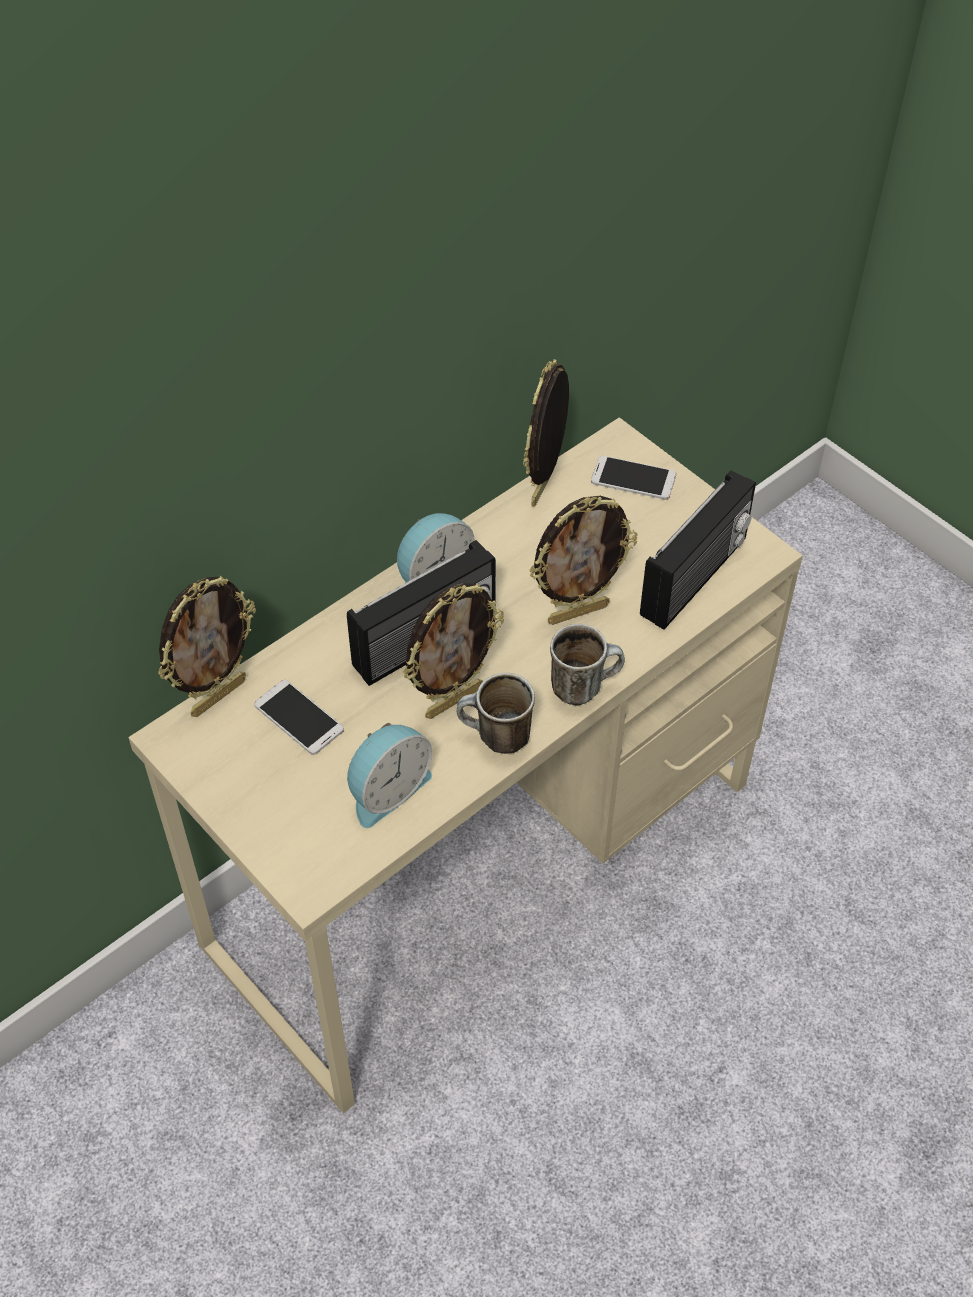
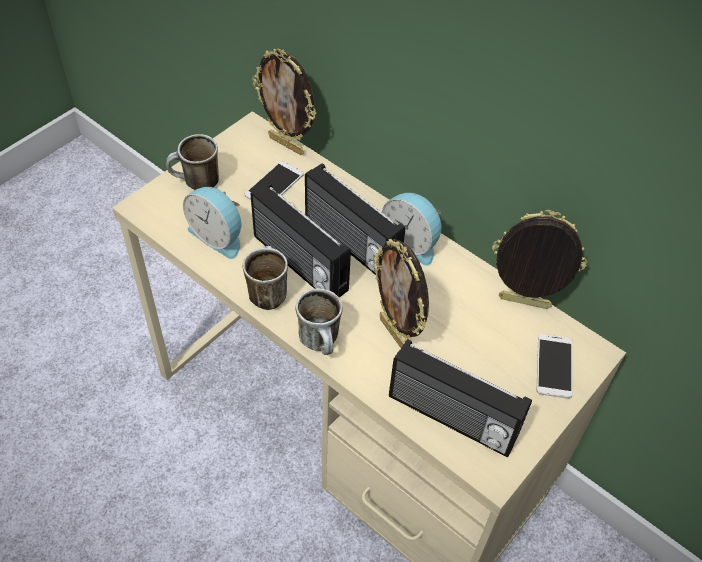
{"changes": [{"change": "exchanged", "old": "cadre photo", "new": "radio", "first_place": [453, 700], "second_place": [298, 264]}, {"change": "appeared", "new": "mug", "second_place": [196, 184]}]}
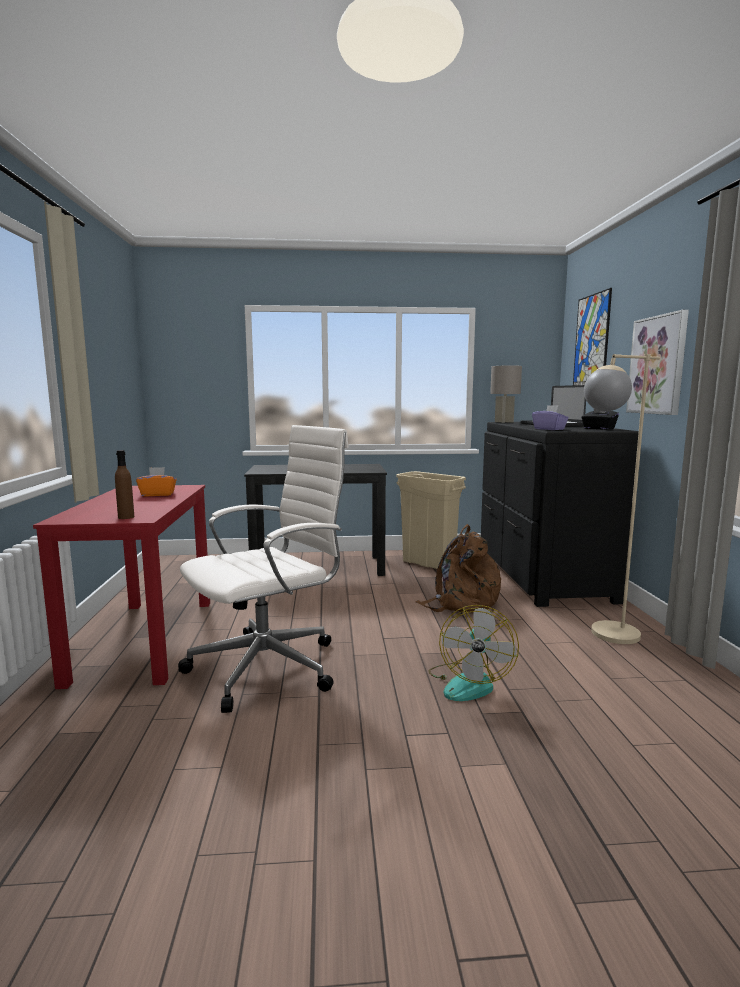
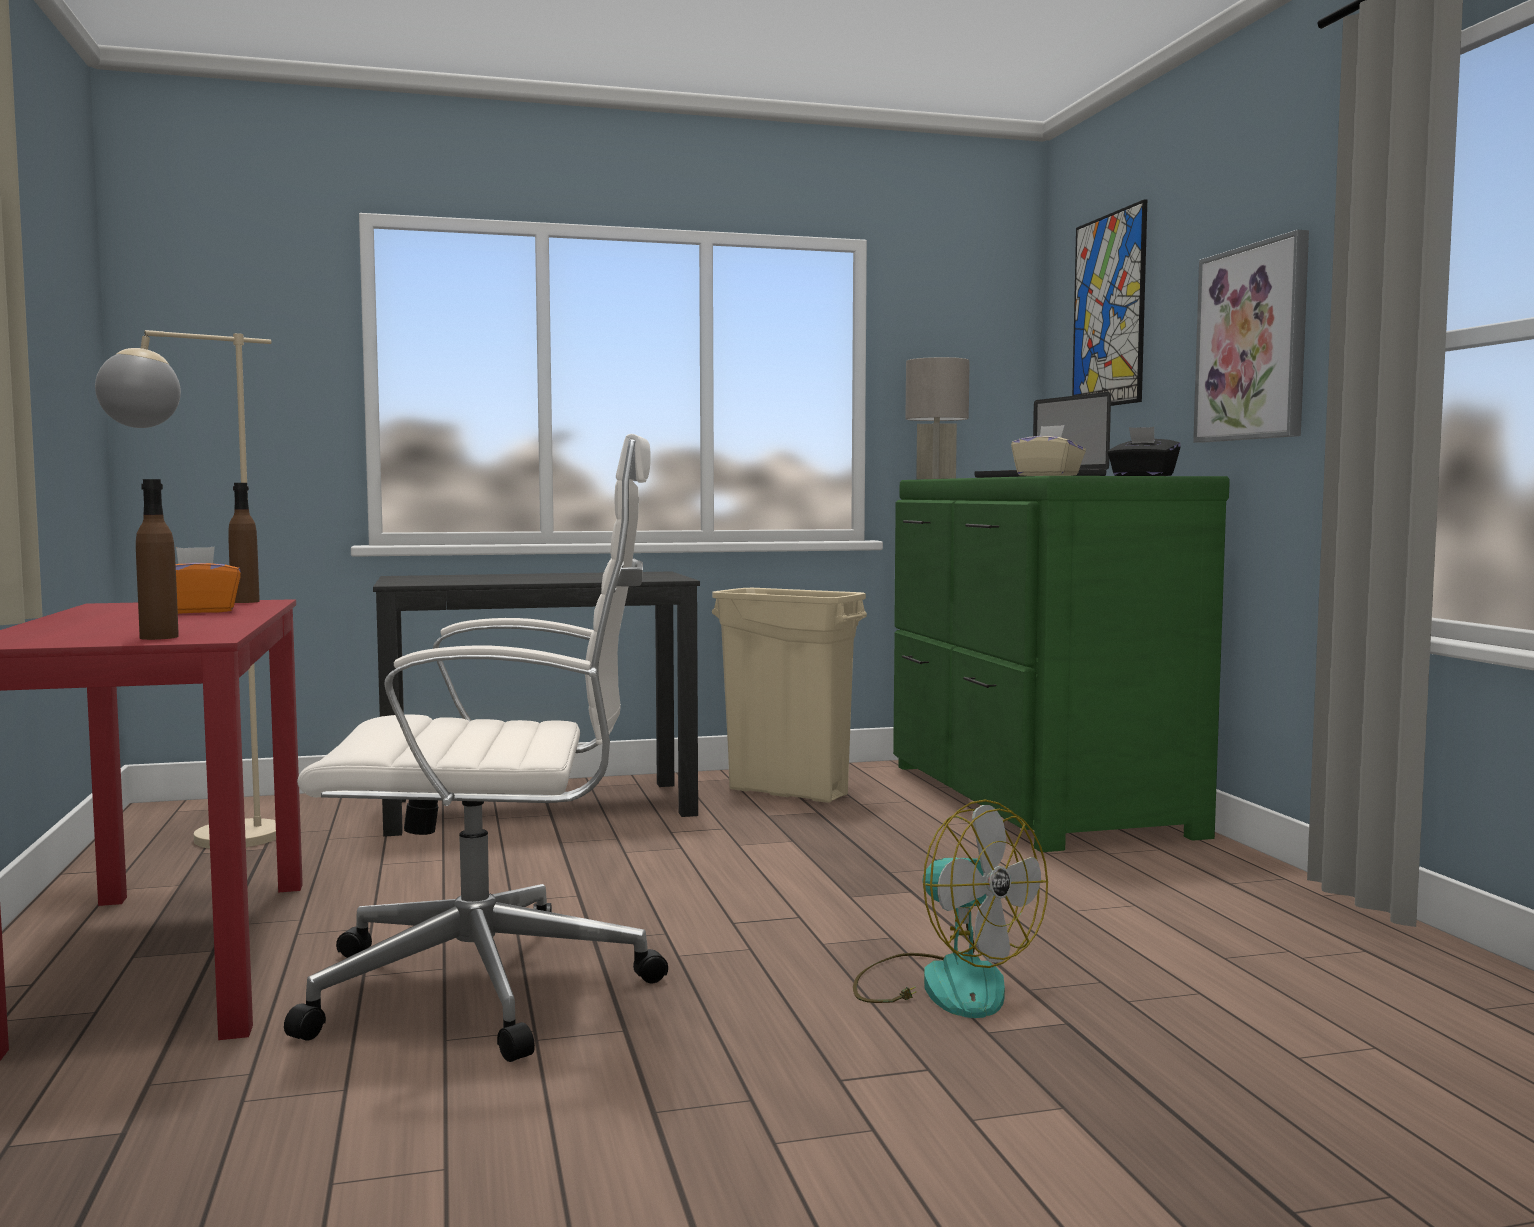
{"changes": [{"change": "spun", "old": "chaise de bureau/blanc", "first_place": [270, 666], "second_place": [492, 987], "degrees": 45}, {"change": "missing", "old": "sac à dos/marron", "first_place": [461, 602]}, {"change": "spun", "old": "ventilateur", "first_place": [469, 682], "second_place": [944, 984], "degrees": -45}, {"change": "colour", "old": "commode/noir", "new": "commode/vert", "first_place": [540, 575], "second_place": [1032, 799]}, {"change": "colour", "old": "boîte à mouchoirs/violet", "new": "boîte à mouchoirs/beige", "first_place": [549, 429], "second_place": [1048, 475]}, {"change": "relocated", "old": "lampadaire/beige", "first_place": [604, 637], "second_place": [206, 842]}, {"change": "appeared", "new": "bouteille/marron", "second_place": [245, 601]}]}
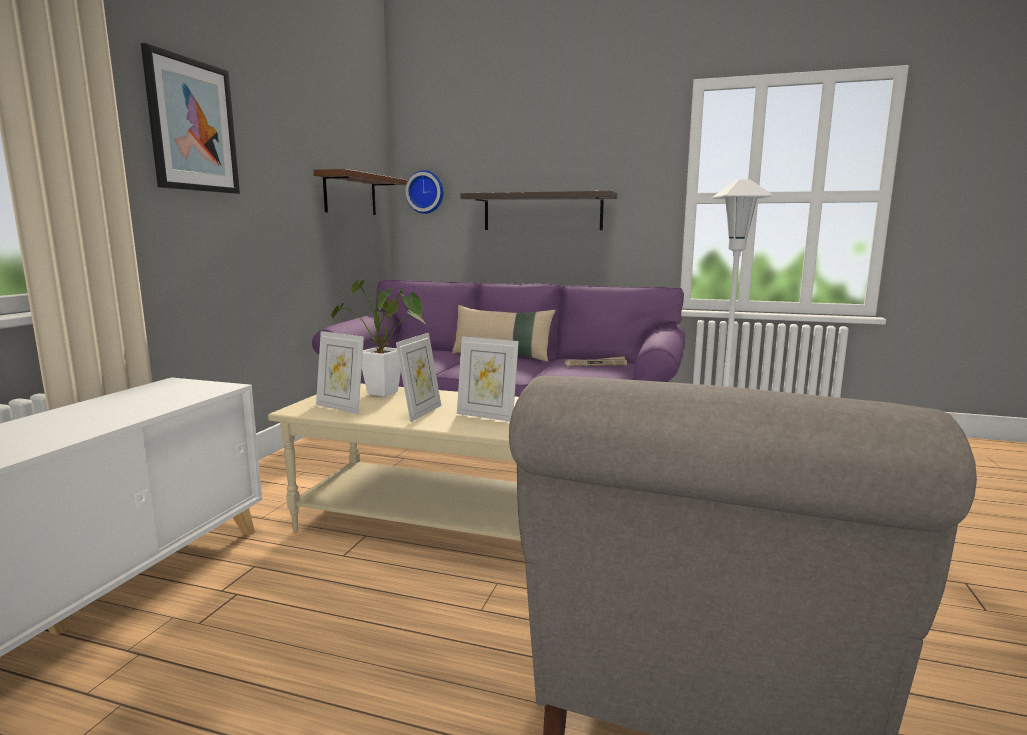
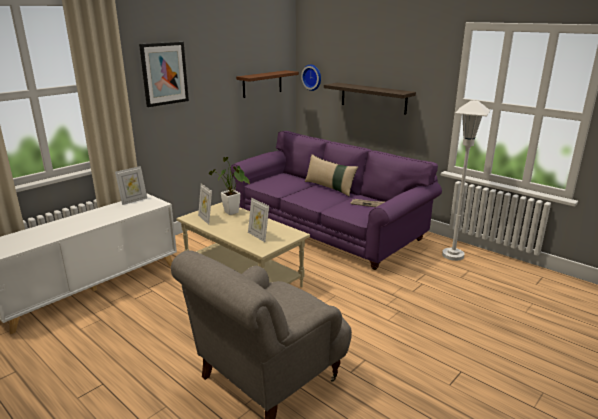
{"changes": [{"change": "relocated", "old": "cadre photo", "first_place": [421, 412], "second_place": [133, 200]}]}
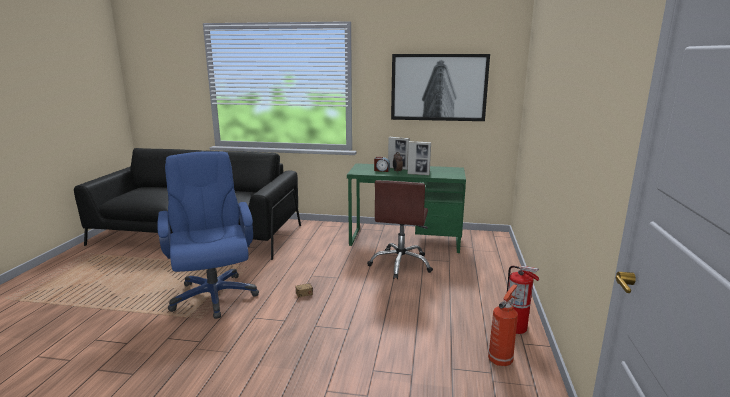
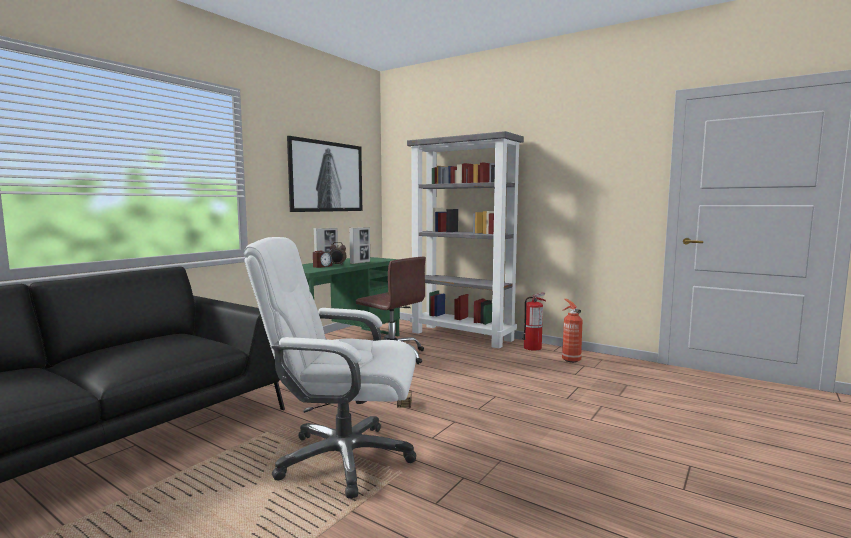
{"changes": [{"change": "colour", "old": "chaise de bureau/bleu", "new": "chaise de bureau/blanc", "first_place": [214, 295], "second_place": [342, 459]}, {"change": "appeared", "new": "bibliothèque/gris", "second_place": [462, 336]}]}
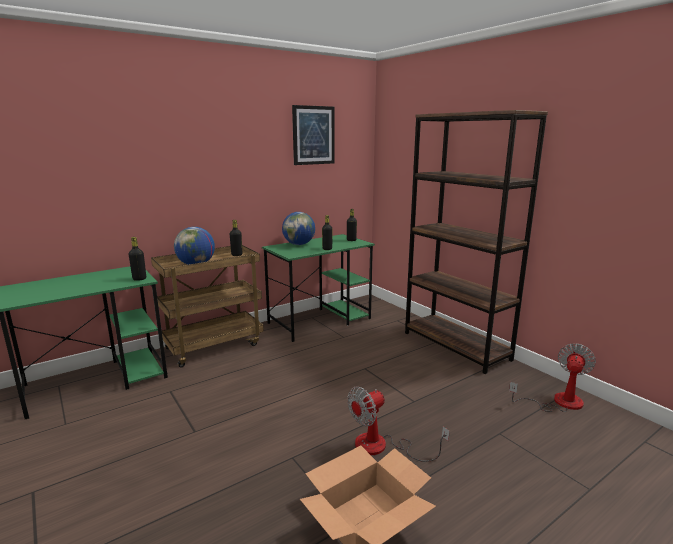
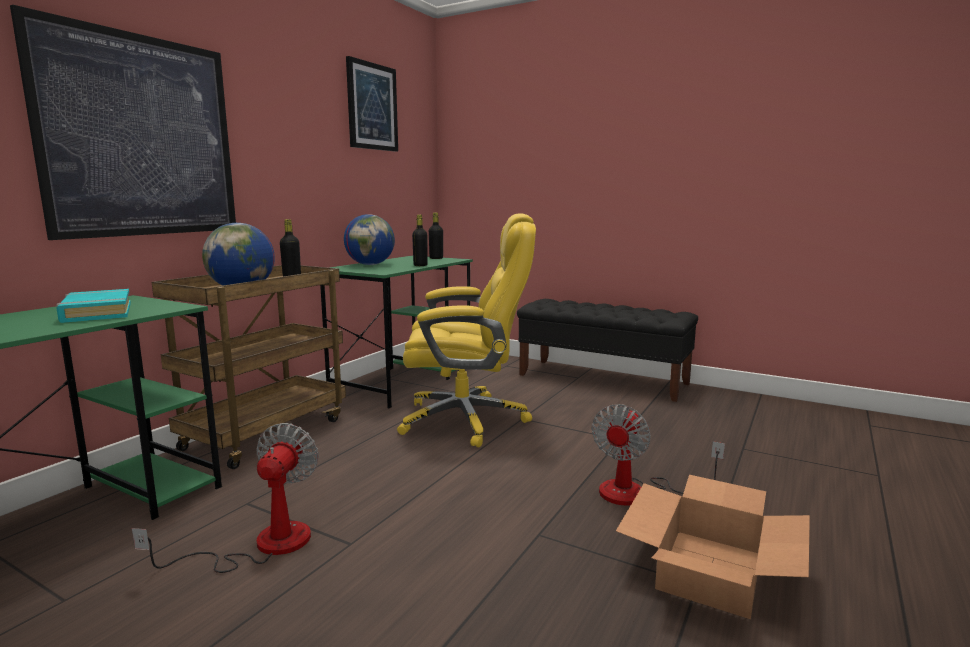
{"changes": [{"change": "missing", "old": "bouteille/noir", "first_place": [139, 279]}, {"change": "exchanged", "old": "bibliothèque/marron", "new": "banc/noir", "first_place": [456, 346], "second_place": [603, 379]}, {"change": "relocated", "old": "ventilateur", "first_place": [558, 402], "second_place": [262, 545]}, {"change": "appeared", "new": "tableau", "second_place": [141, 137]}, {"change": "appeared", "new": "livre/turquoise", "second_place": [97, 312]}, {"change": "appeared", "new": "chaise de bureau/jaune", "second_place": [467, 420]}]}
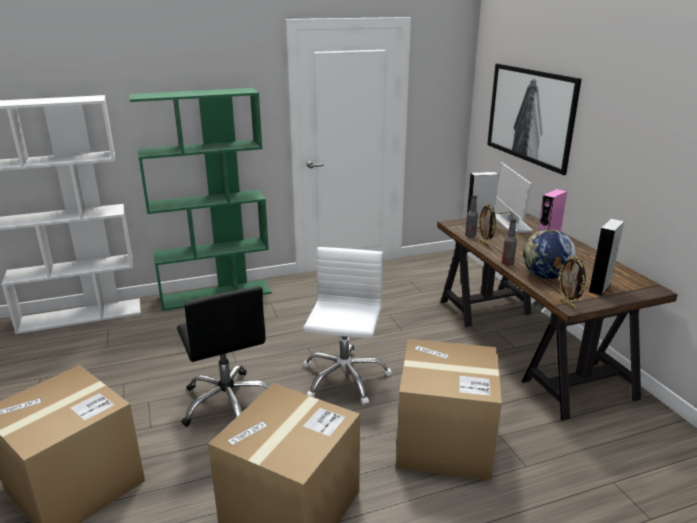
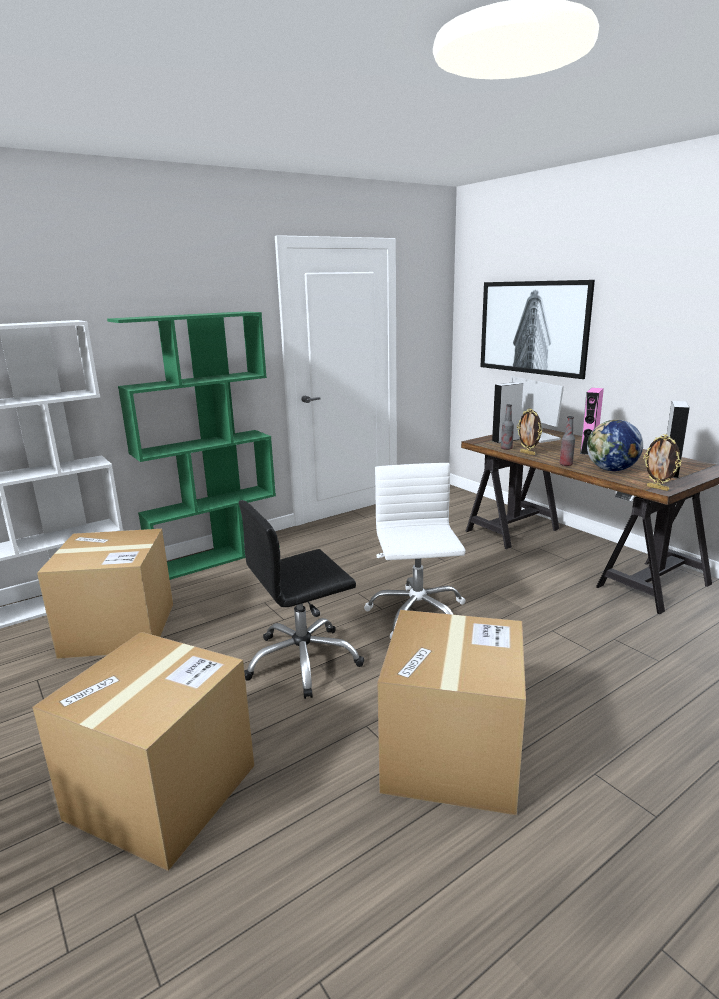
{"changes": [{"change": "spun", "old": "chaise de bureau/noir", "first_place": [228, 402], "second_place": [303, 661], "degrees": 105}, {"change": "relocated", "old": "carton", "first_place": [444, 441], "second_place": [119, 629]}]}
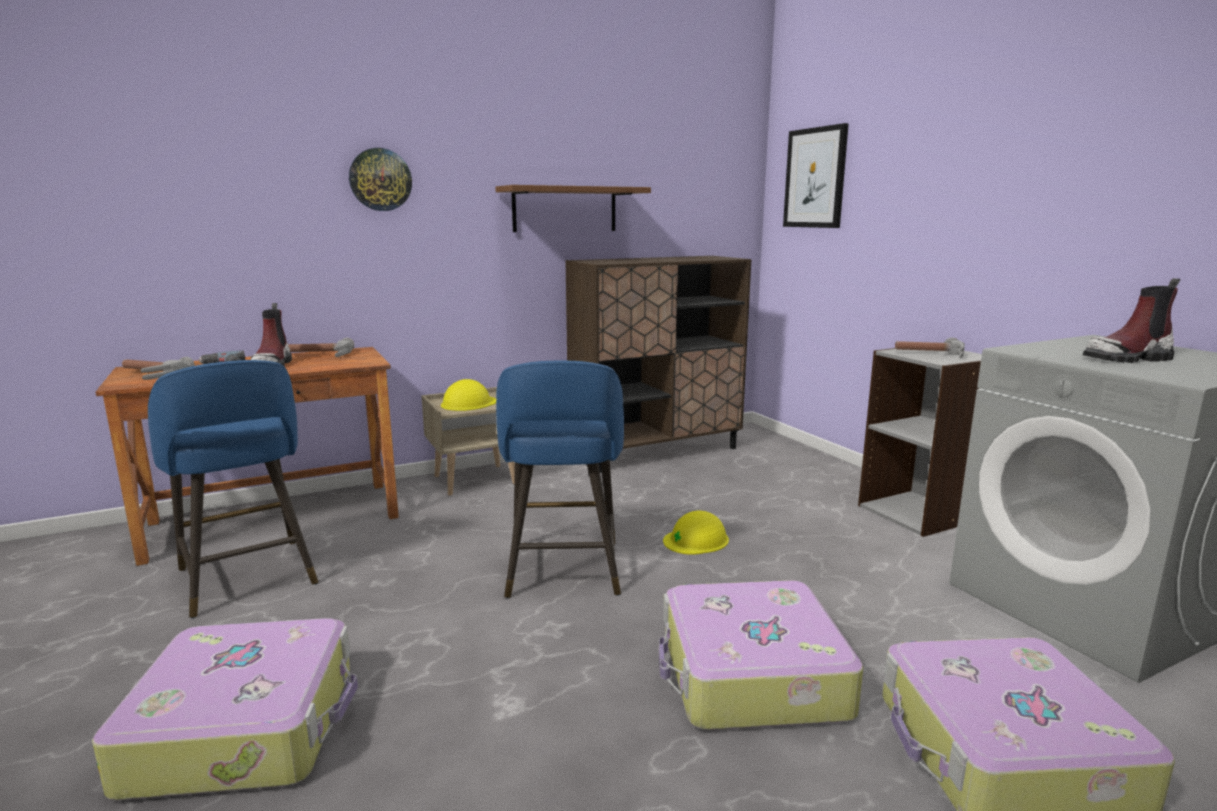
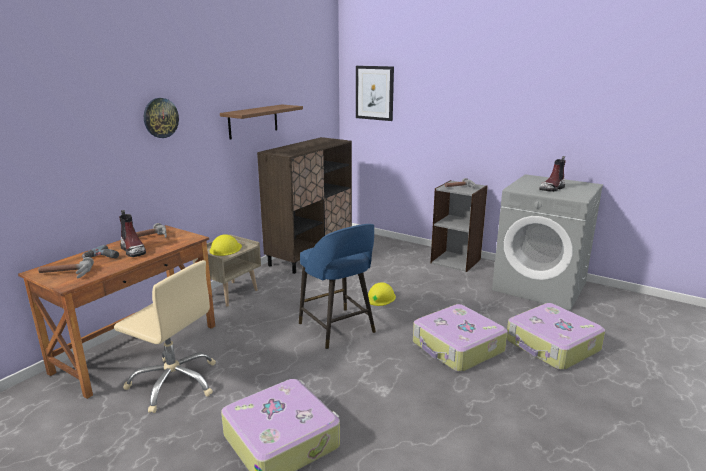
{"changes": [{"change": "exchanged", "old": "tabouret/bleu", "new": "chaise de bureau/beige", "first_place": [248, 578], "second_place": [174, 382]}]}
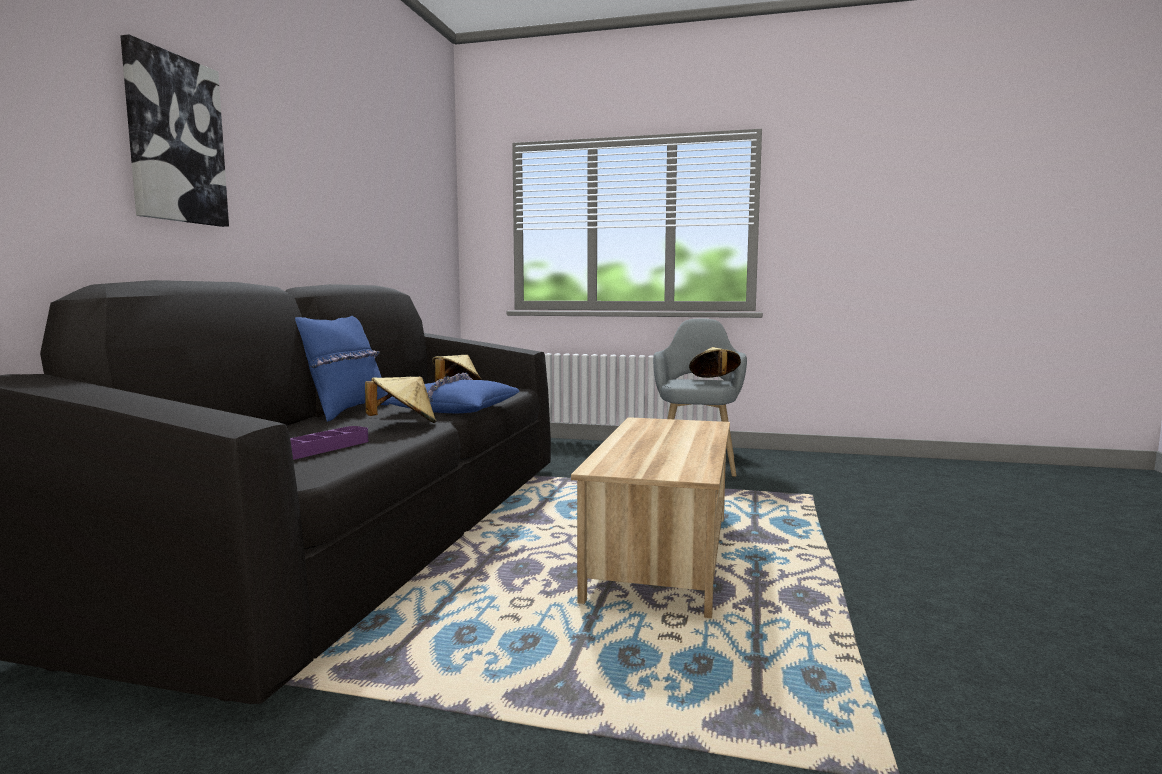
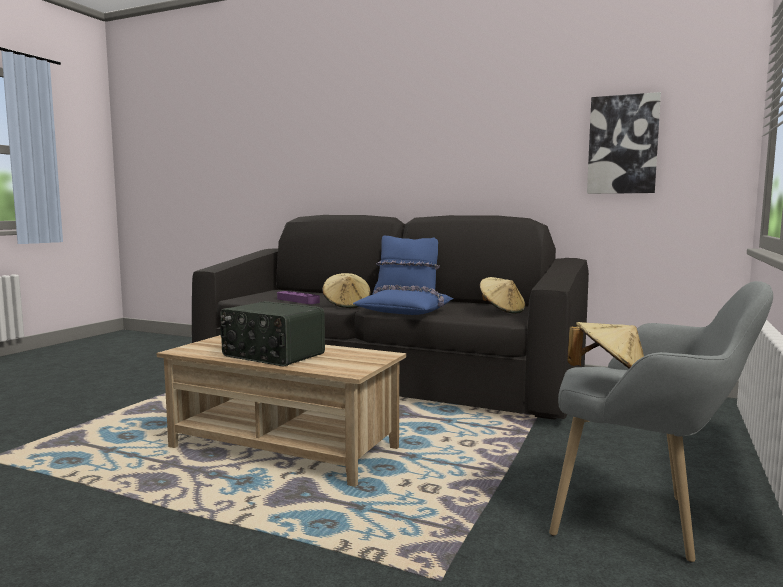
{"changes": [{"change": "relocated", "old": "tableau", "first_place": [175, 139], "second_place": [623, 145]}, {"change": "appeared", "new": "radio", "second_place": [272, 355]}]}
